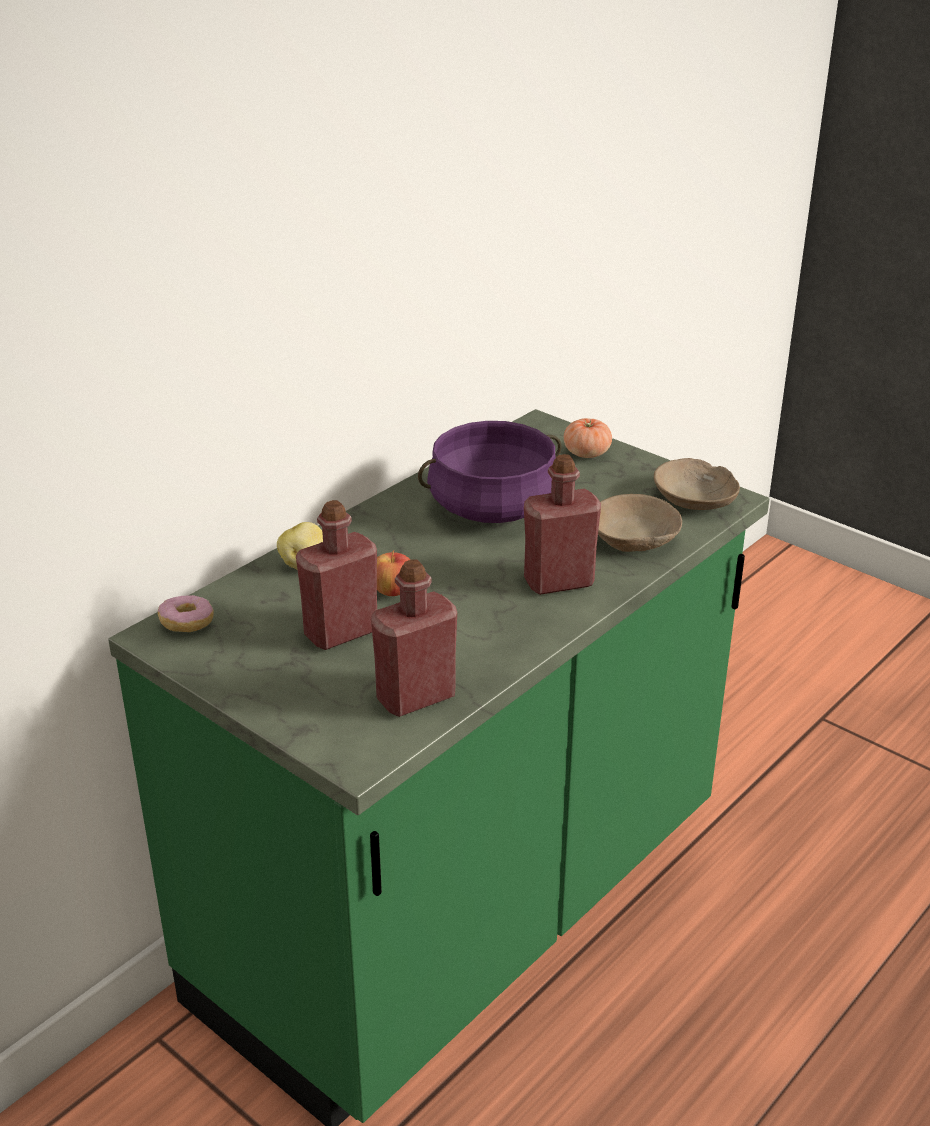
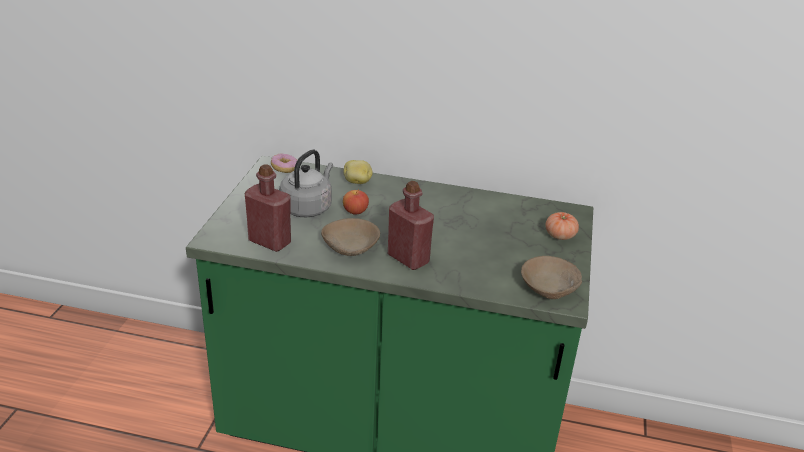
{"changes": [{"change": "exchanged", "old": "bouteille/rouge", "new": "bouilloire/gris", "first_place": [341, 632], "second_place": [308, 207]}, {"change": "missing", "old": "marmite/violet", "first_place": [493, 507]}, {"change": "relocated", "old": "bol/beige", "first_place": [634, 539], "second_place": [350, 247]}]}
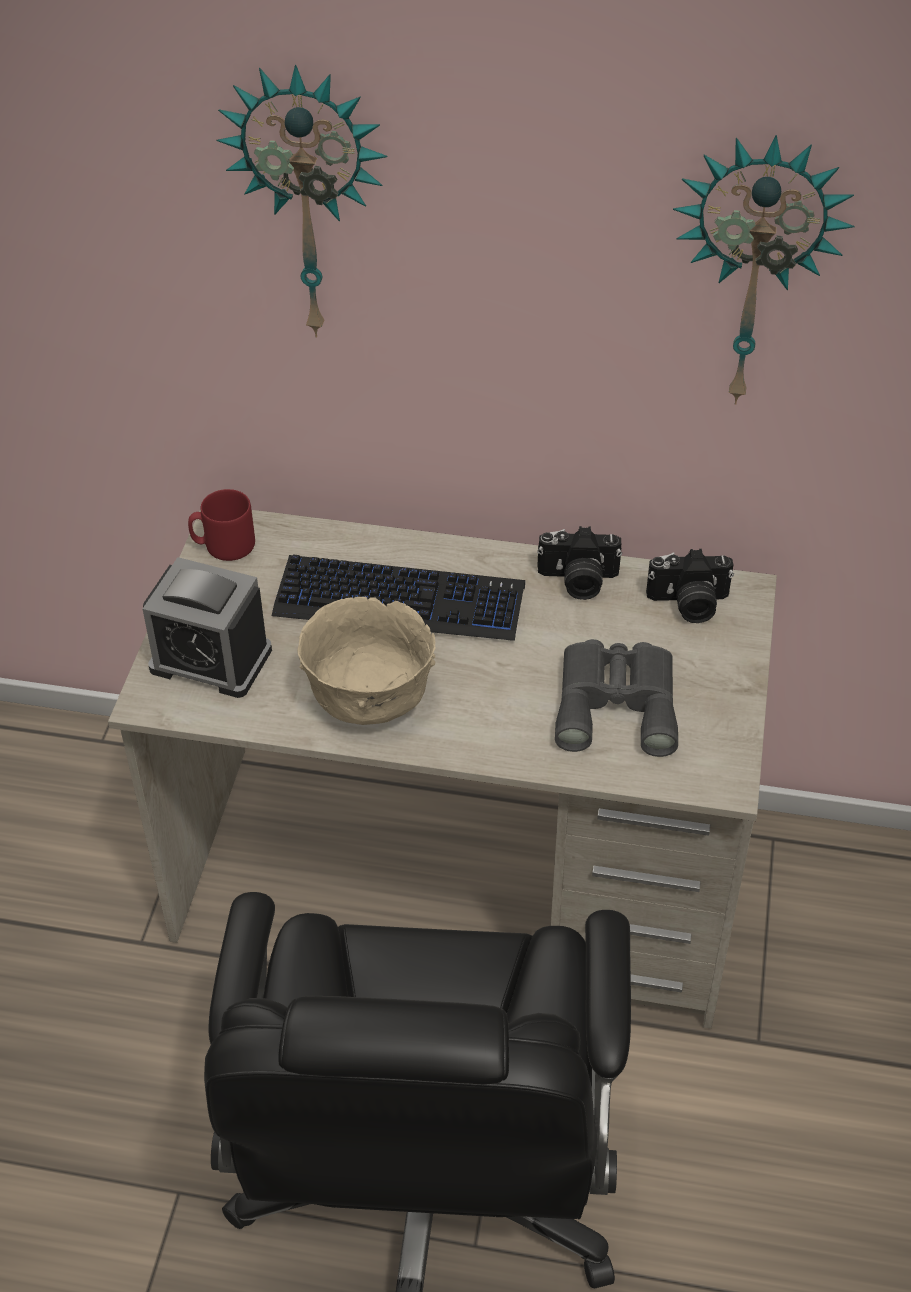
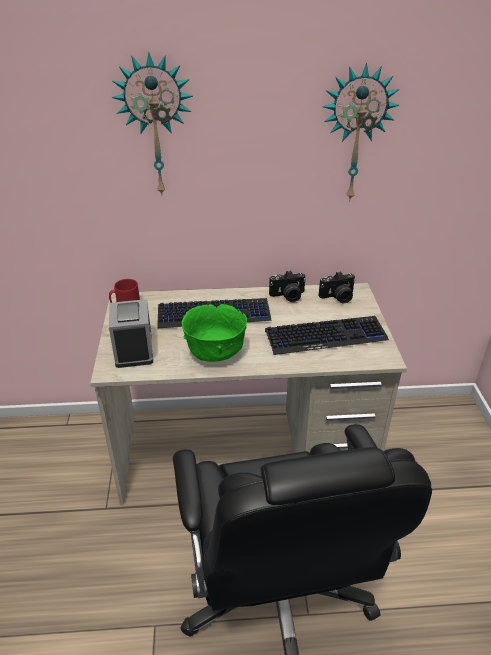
{"changes": [{"change": "spun", "old": "réveil", "first_place": [211, 659], "second_place": [134, 349], "degrees": -105}, {"change": "colour", "old": "bol/beige", "new": "bol/vert", "first_place": [369, 702], "second_place": [215, 354]}, {"change": "exchanged", "old": "jumelles/gris", "new": "clavier", "first_place": [617, 702], "second_place": [325, 336]}]}
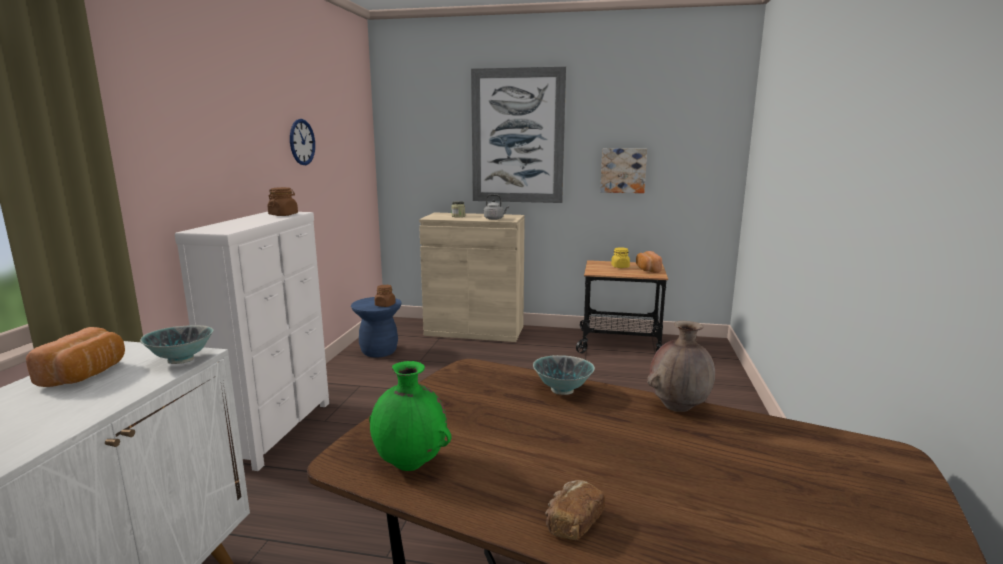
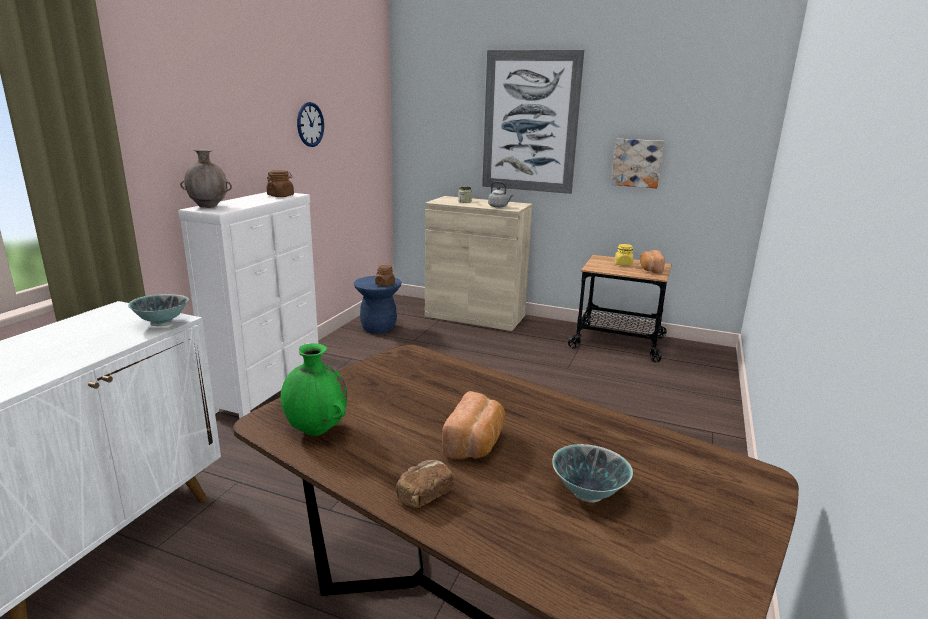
{"changes": [{"change": "relocated", "old": "pain", "first_place": [87, 374], "second_place": [476, 444]}, {"change": "relocated", "old": "bol", "first_place": [562, 391], "second_place": [588, 494]}, {"change": "relocated", "old": "vase/marron", "first_place": [678, 407], "second_place": [209, 207]}]}
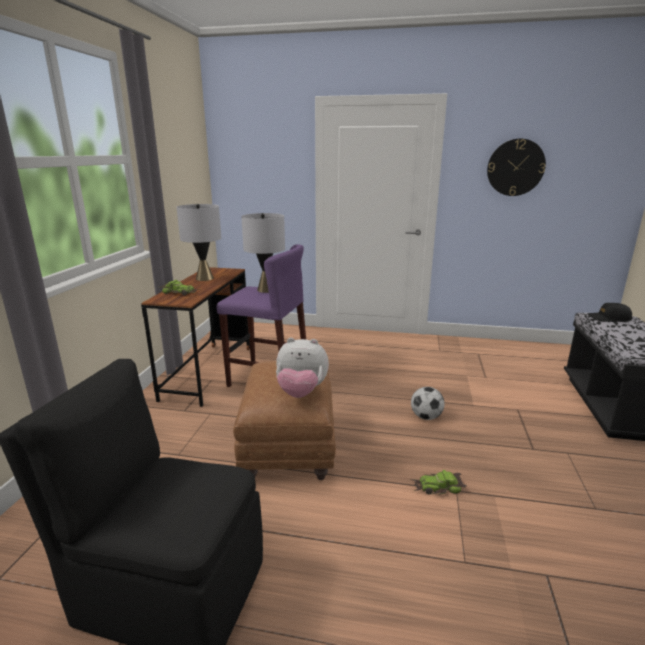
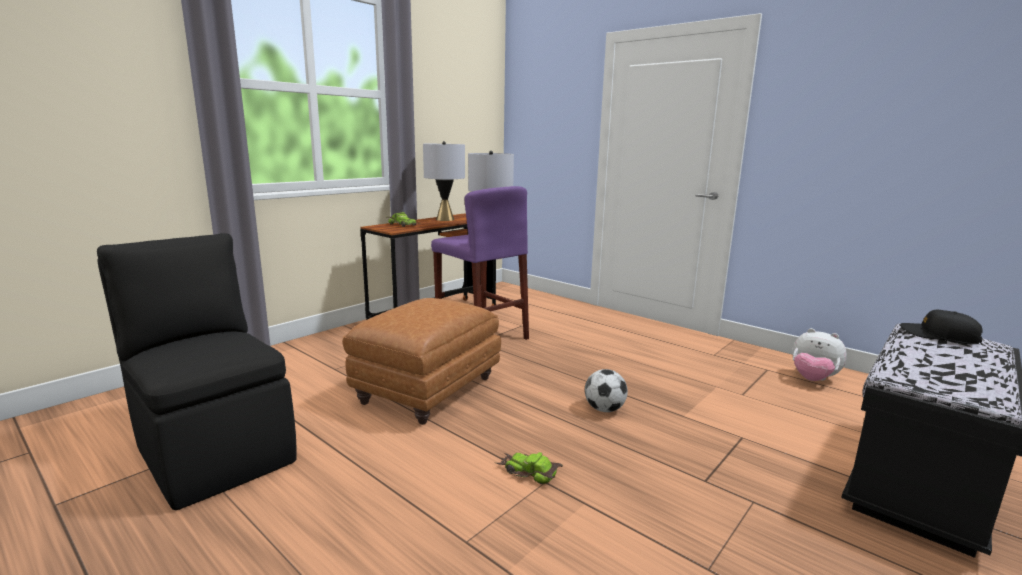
{"changes": [{"change": "relocated", "old": "peluche", "first_place": [301, 392], "second_place": [813, 379]}, {"change": "missing", "old": "horloge murale", "first_place": [515, 167]}]}
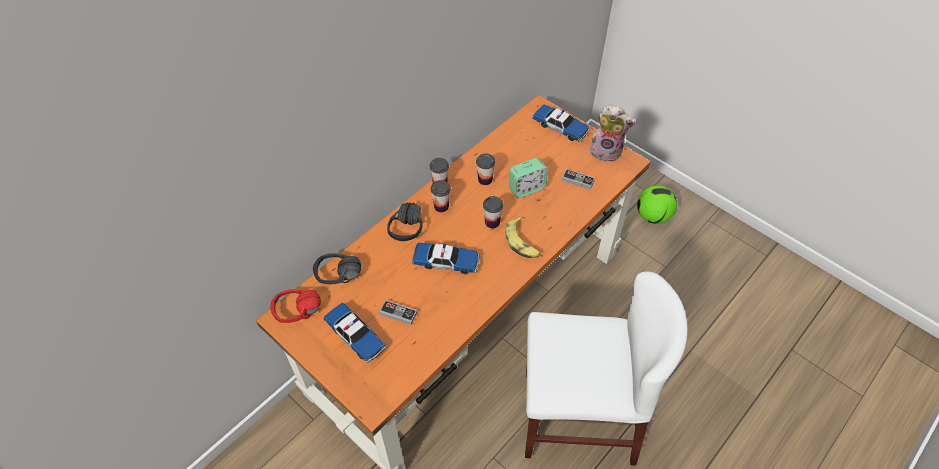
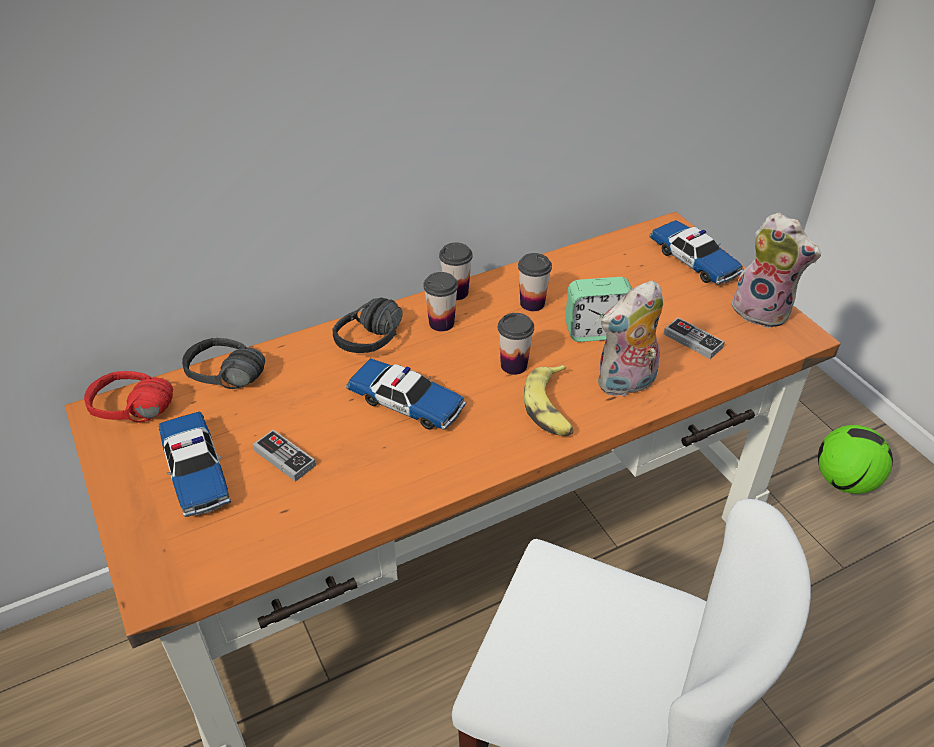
{"changes": [{"change": "appeared", "new": "peluche", "second_place": [626, 384]}]}
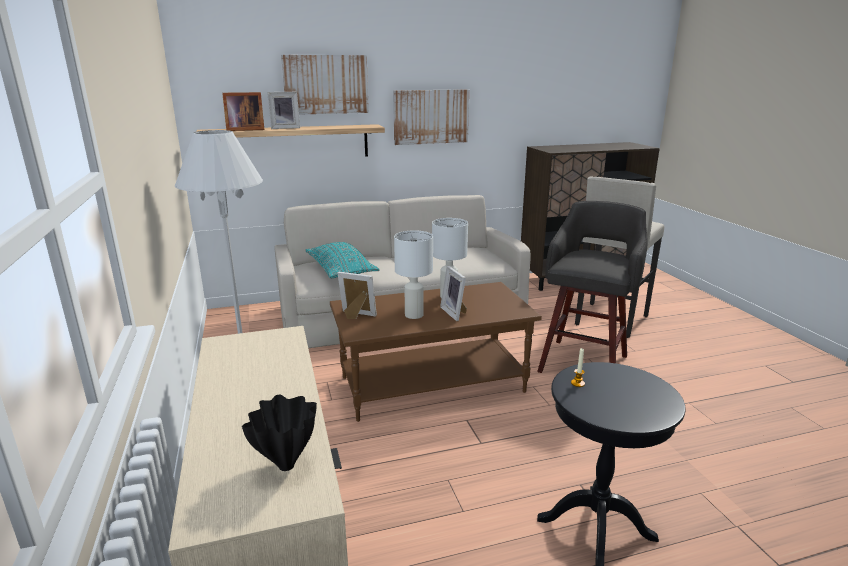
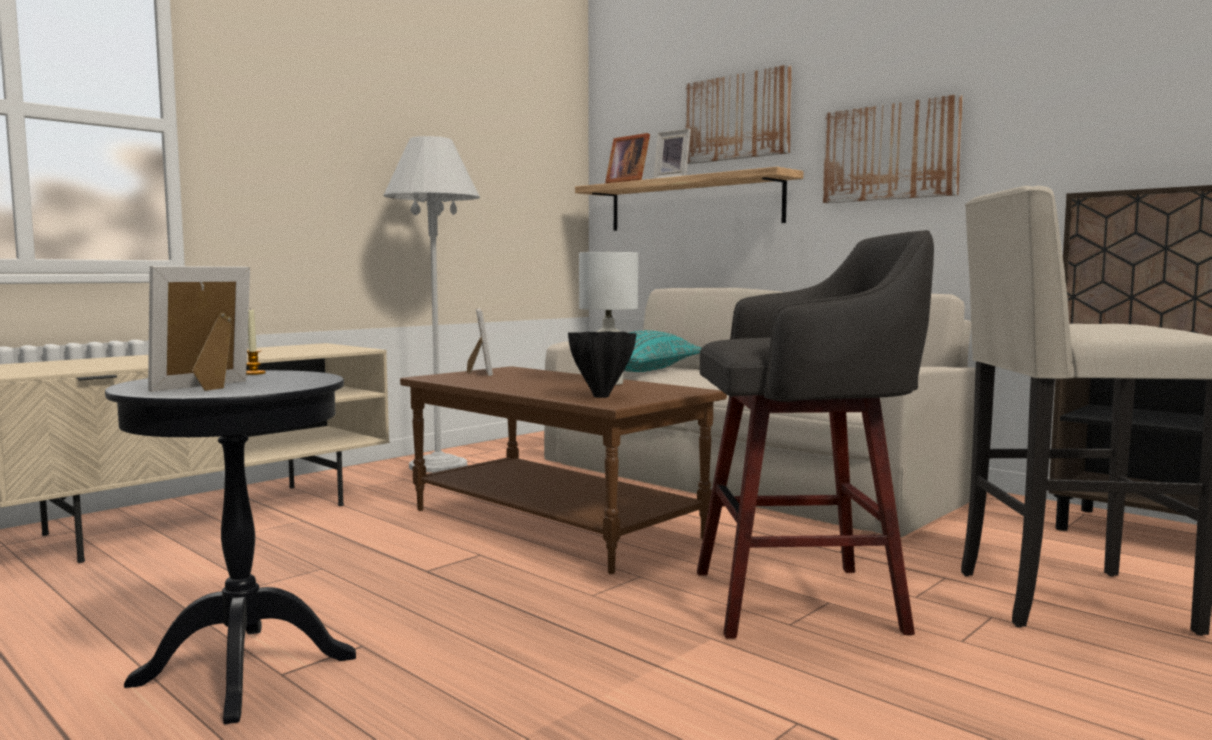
{"changes": [{"change": "relocated", "old": "vase/noir", "first_place": [288, 465], "second_place": [602, 396]}, {"change": "missing", "old": "lampe de table/blanc", "first_place": [414, 315]}, {"change": "relocated", "old": "cadre photo", "first_place": [455, 313], "second_place": [208, 387]}]}
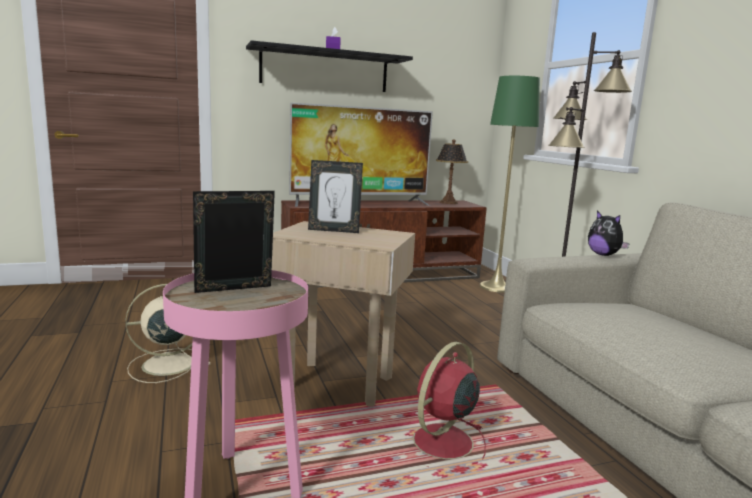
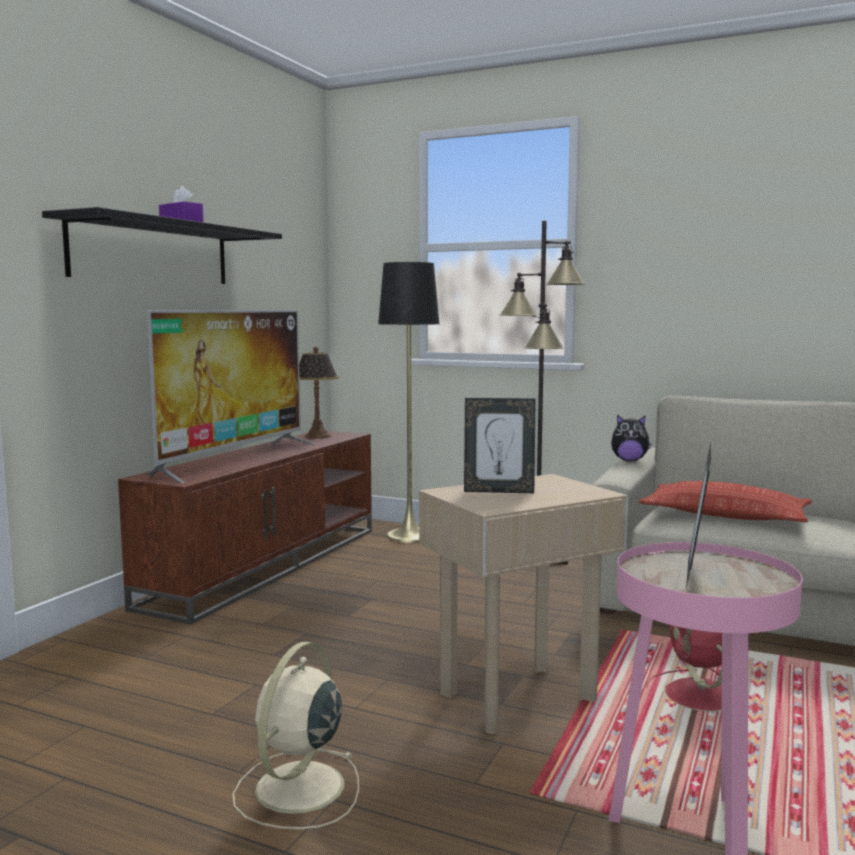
{"changes": [{"change": "spun", "old": "cadre photo", "first_place": [334, 230], "second_place": [498, 491], "degrees": 45}, {"change": "colour", "old": "lampadaire/vert", "new": "lampadaire/noir", "first_place": [496, 287], "second_place": [409, 536]}, {"change": "appeared", "new": "coussin", "second_place": [725, 515]}]}
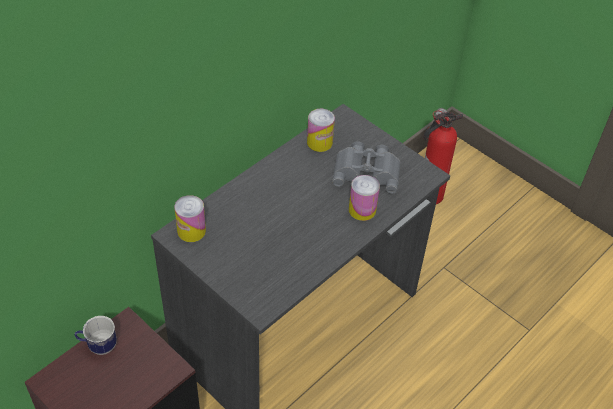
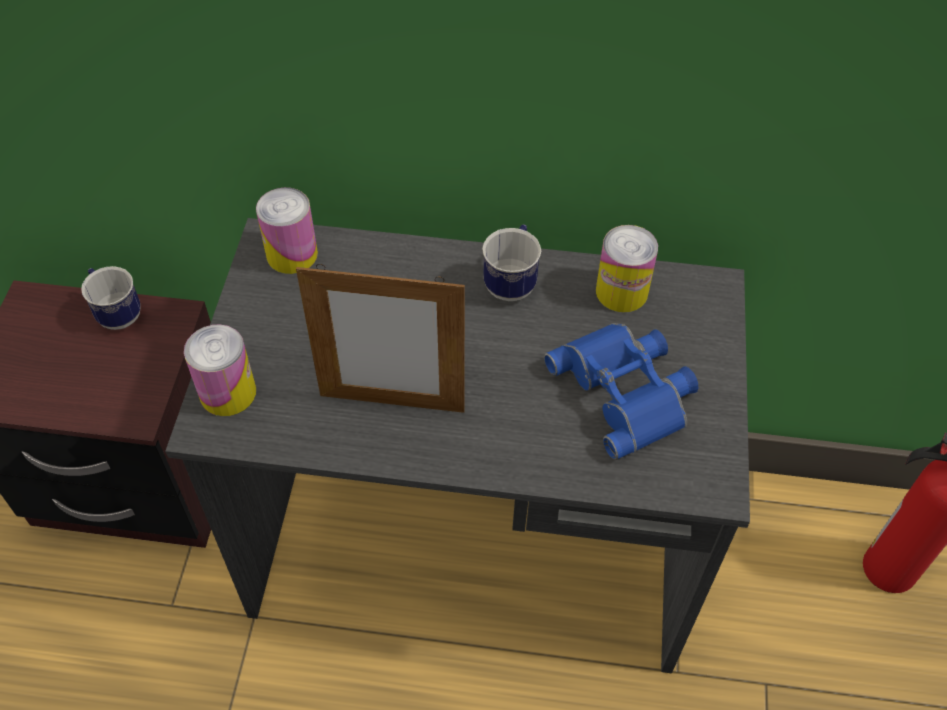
{"changes": [{"change": "colour", "old": "jumelles/gris", "new": "jumelles/bleu", "first_place": [367, 171], "second_place": [627, 391]}, {"change": "relocated", "old": "boîte métallique", "first_place": [362, 210], "second_place": [228, 392]}, {"change": "appeared", "new": "cadre photo", "second_place": [392, 403]}, {"change": "appeared", "new": "mug", "second_place": [512, 282]}]}
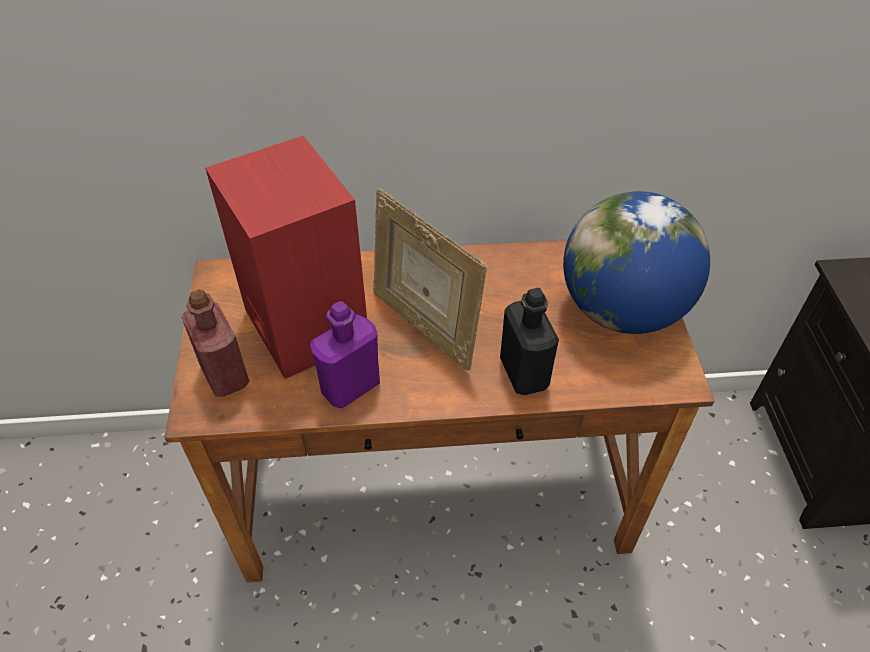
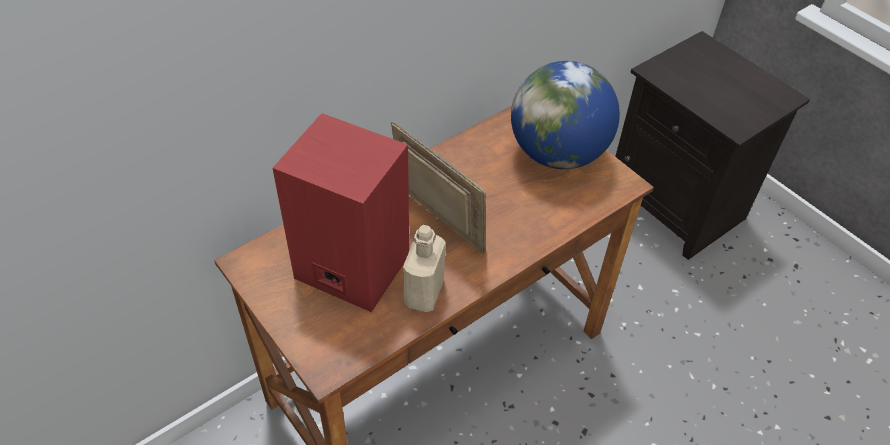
{"changes": [{"change": "missing", "old": "bouteille/rouge", "first_place": [225, 375]}, {"change": "colour", "old": "bouteille/violet", "new": "bouteille/beige", "first_place": [350, 387], "second_place": [424, 293]}, {"change": "spun", "old": "cadre photo", "first_place": [424, 326], "second_place": [438, 226], "degrees": -150}, {"change": "missing", "old": "bouteille/noir", "first_place": [524, 373]}]}
